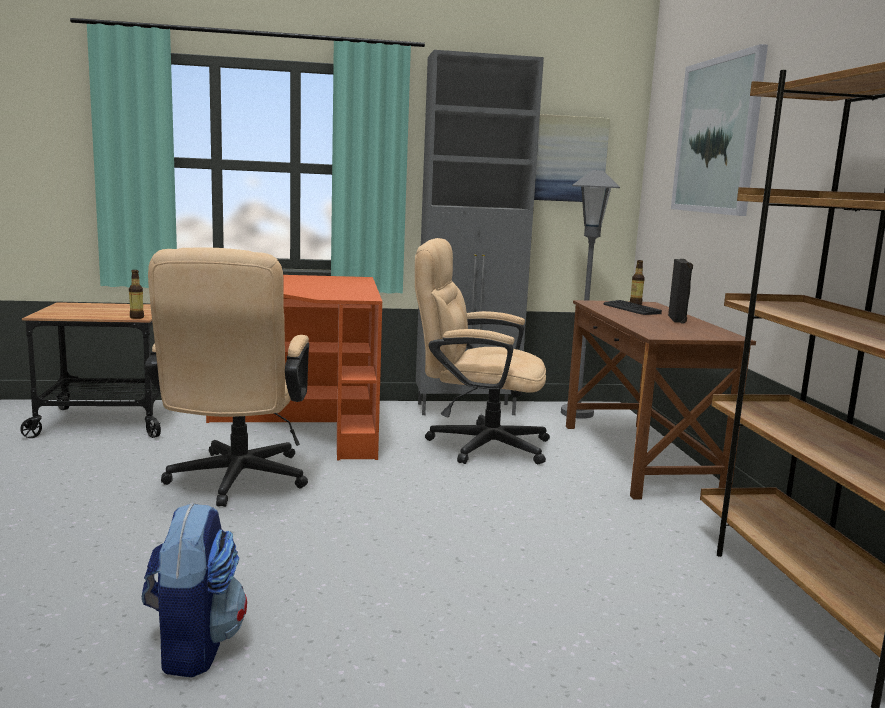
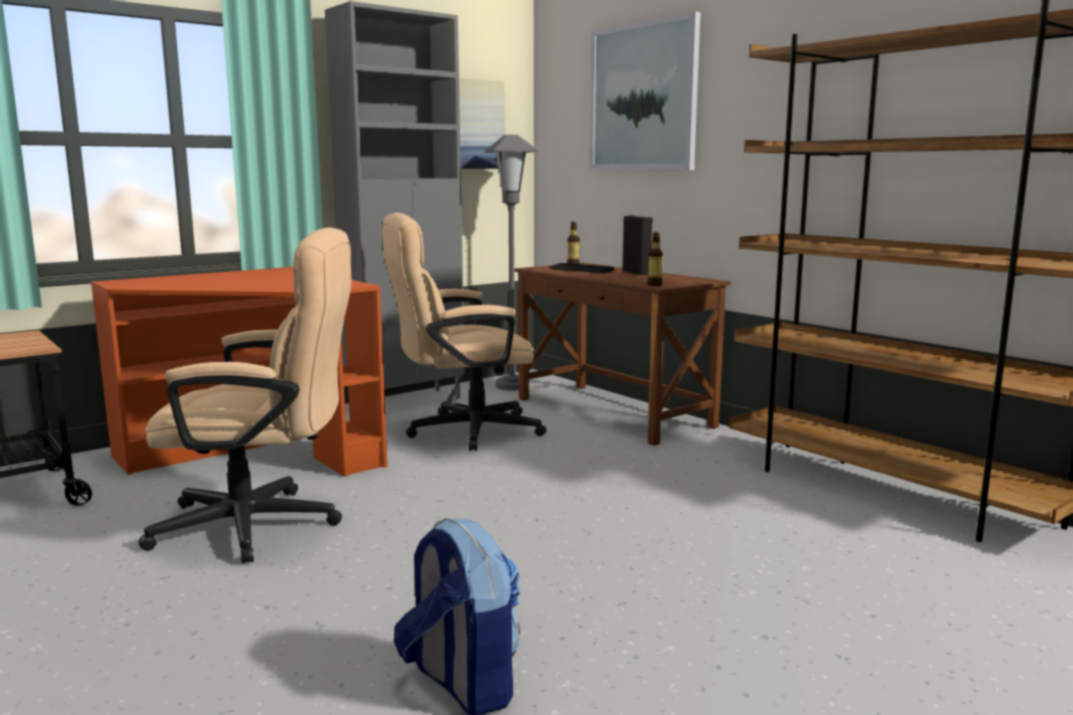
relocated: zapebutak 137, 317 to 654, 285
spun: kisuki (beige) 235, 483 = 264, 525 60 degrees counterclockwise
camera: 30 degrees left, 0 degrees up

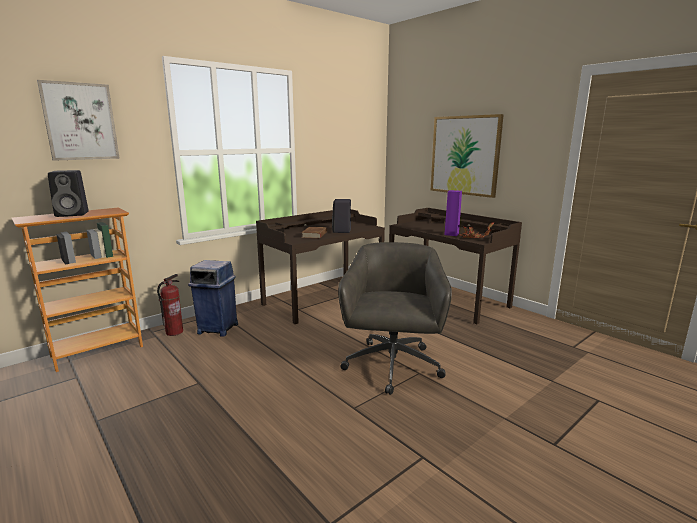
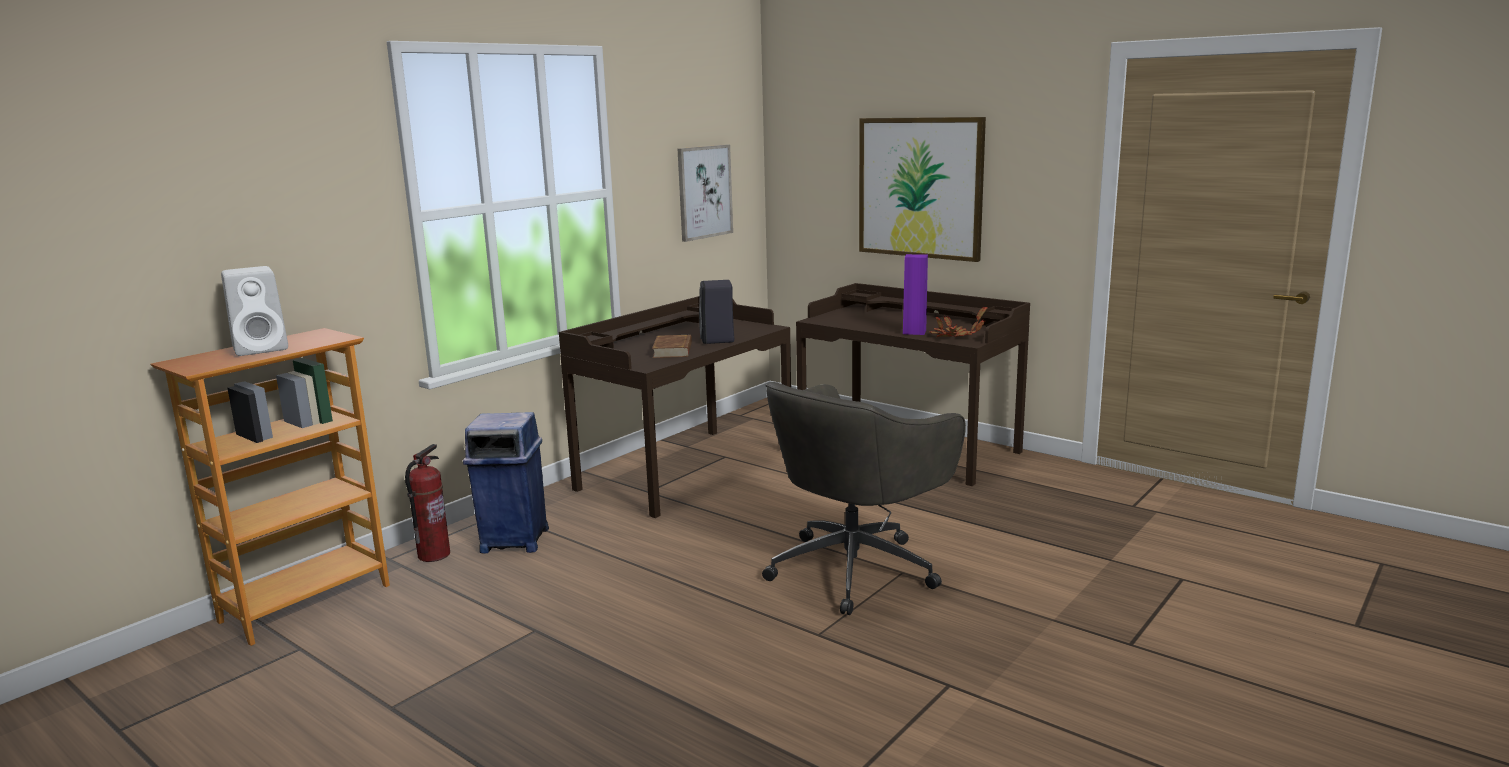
relocated: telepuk 80, 121 to 704, 192
colour: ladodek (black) 73, 214 to ladodek (white) 263, 348
spun: kisuki (grey) 392, 367 = 856, 568 135 degrees counterclockwise
camera: 10 degrees left, 0 degrees up

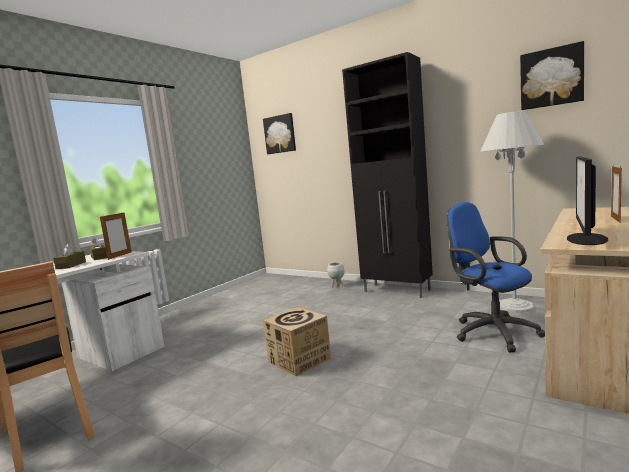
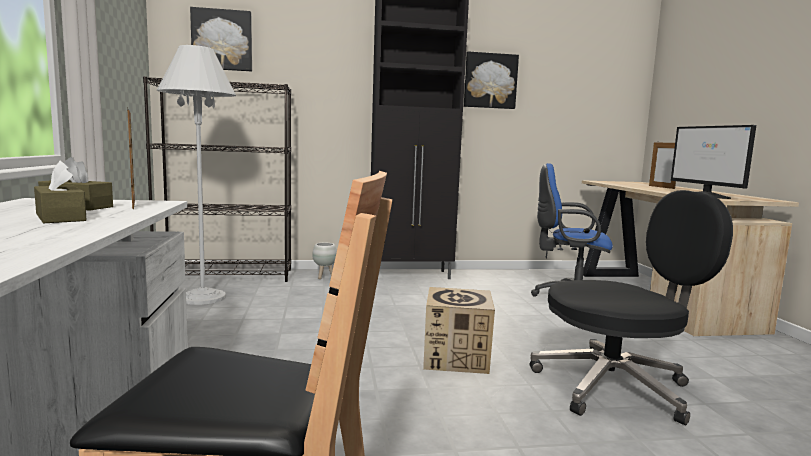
appeared: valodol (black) 227, 275; kisuki (black) 615, 387
relocated: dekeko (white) 514, 306 to 203, 298; telepuk 551, 77 to 490, 81
camera: 45 degrees left, 0 degrees up

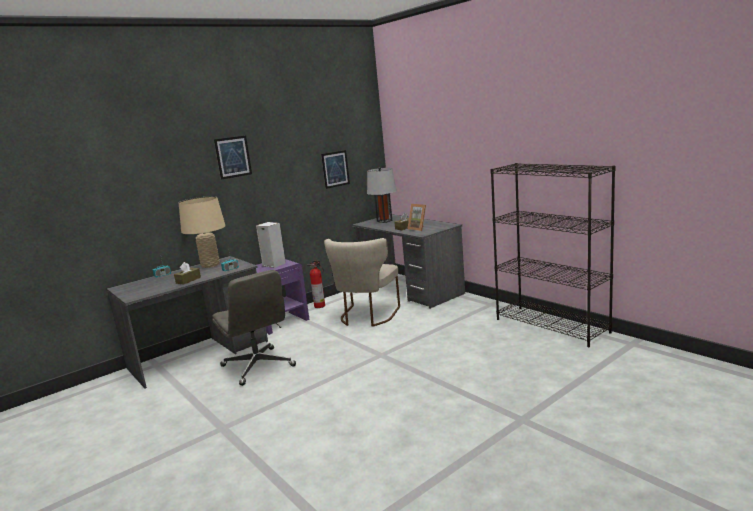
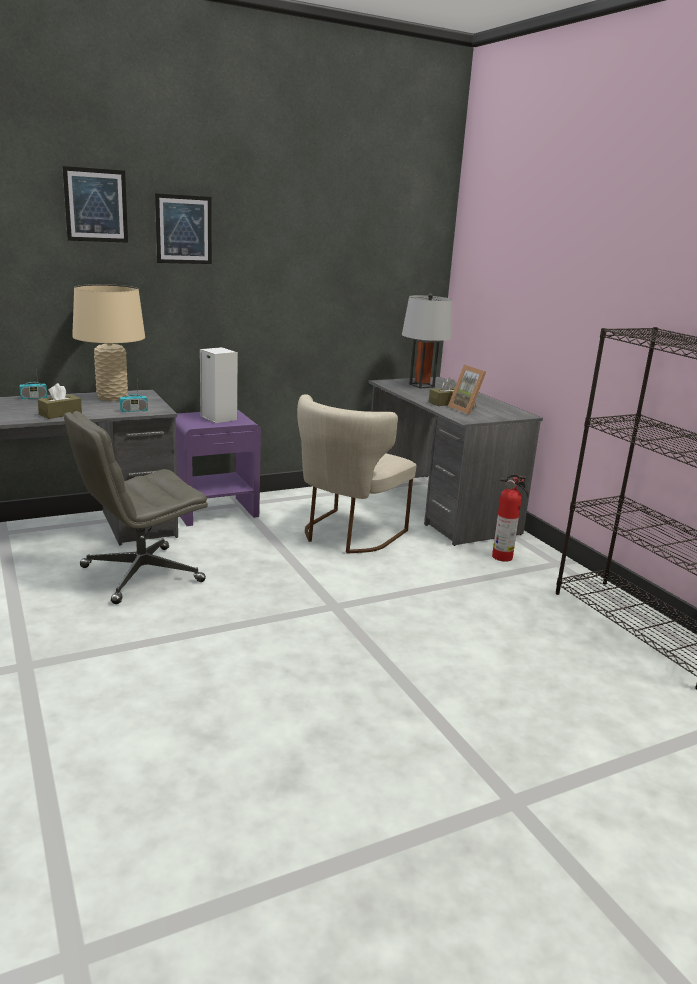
relocated: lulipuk 320, 306 to 503, 557; telepuk 335, 169 to 96, 205
spun: kisuki (grey) 258, 366 = 140, 575 75 degrees clockwise
camera: 10 degrees right, 5 degrees up

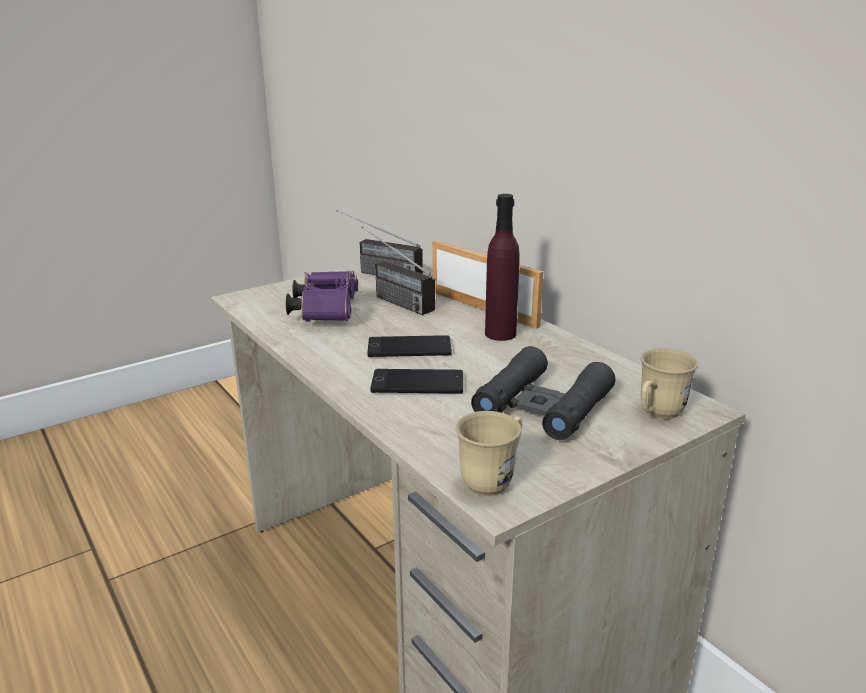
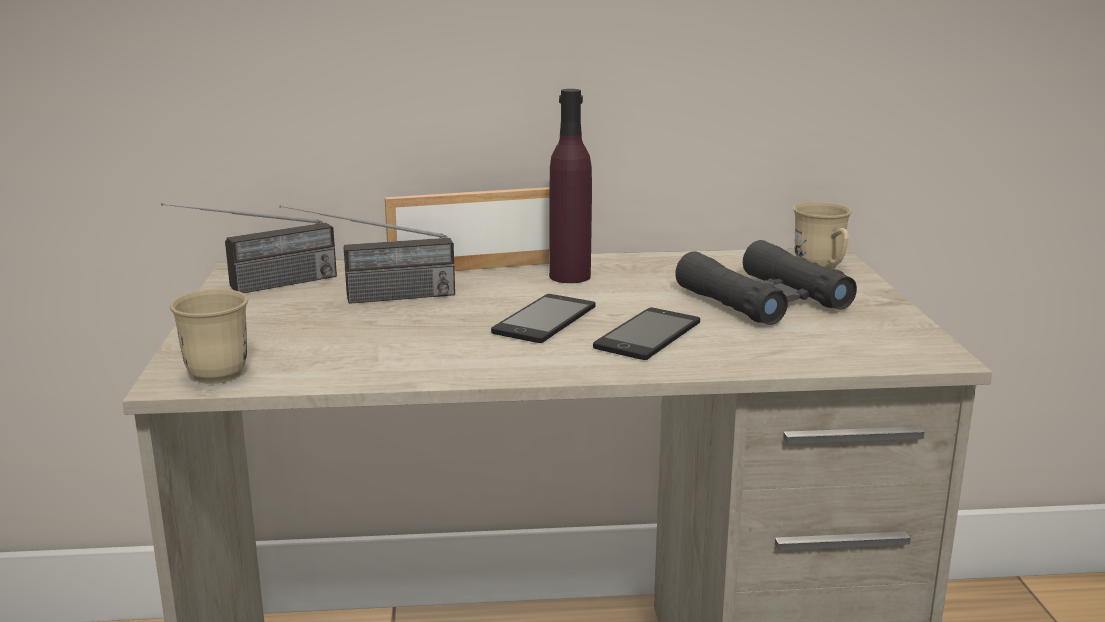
missing: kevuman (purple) 326, 312
relocated: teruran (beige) 493, 479 to 217, 369
camera: 60 degrees left, 5 degrees down

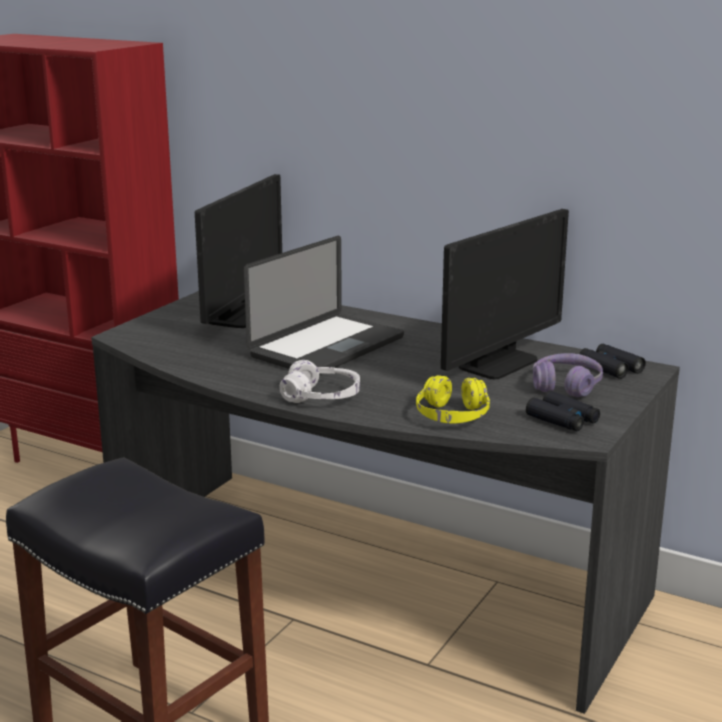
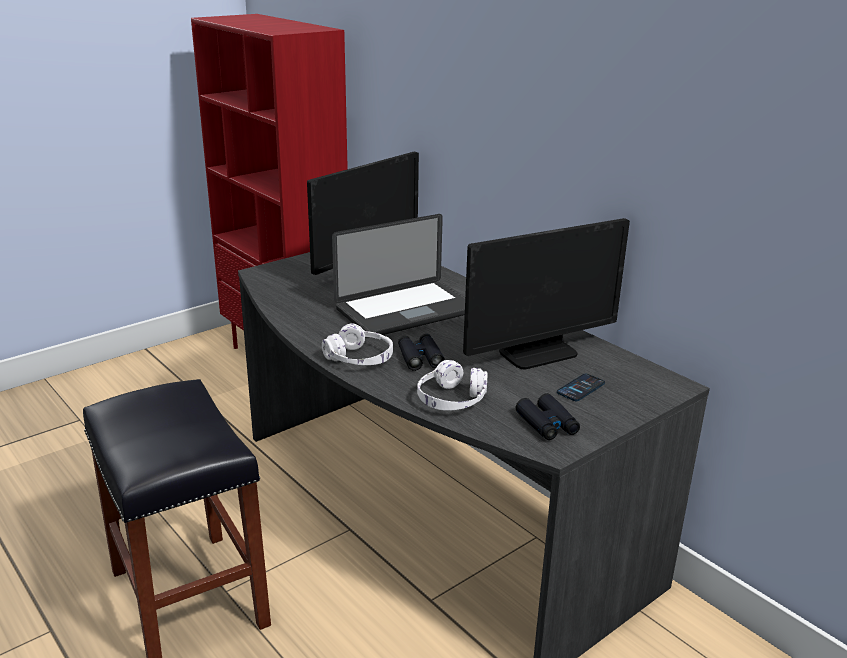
relocated: kevuman (black) 610, 368 to 420, 357
exchanged: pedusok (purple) 566, 386 to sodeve 580, 388
colour: pedusok (yellow) 452, 416 to pedusok (white) 451, 400
camera: 20 degrees right, 5 degrees up

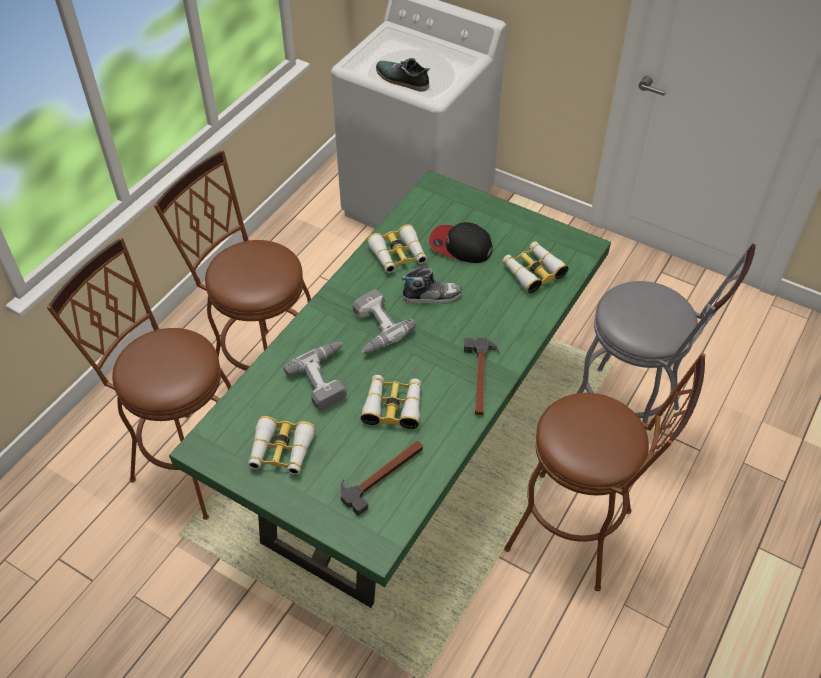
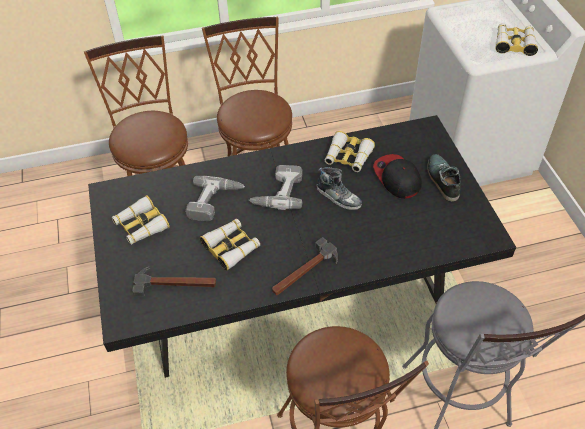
relocated: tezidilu 402, 79 to 442, 180; kevuman 533, 271 to 514, 44
colour: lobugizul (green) 410, 444 to lobugizul (black) 293, 301
camera: 45 degrees right, 0 degrees up

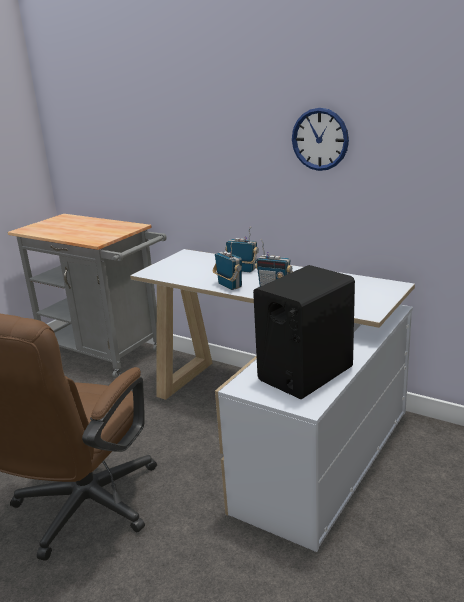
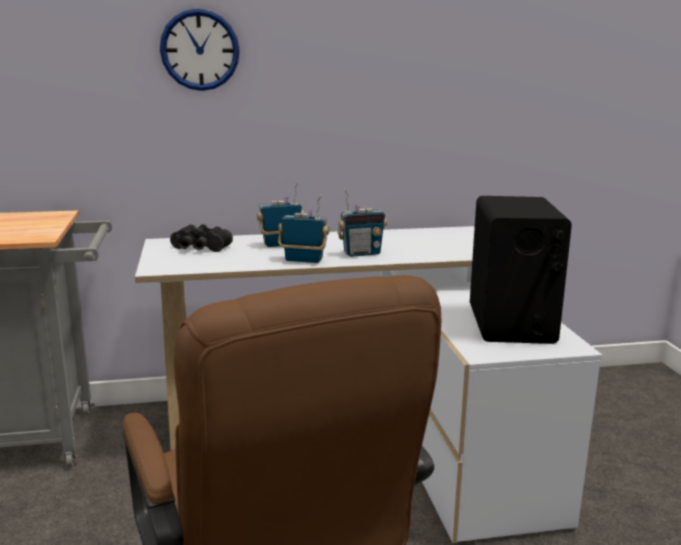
appeared: kevuman (black) 199, 248
relocated: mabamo 320, 139 to 200, 50
camera: 45 degrees left, 5 degrees down

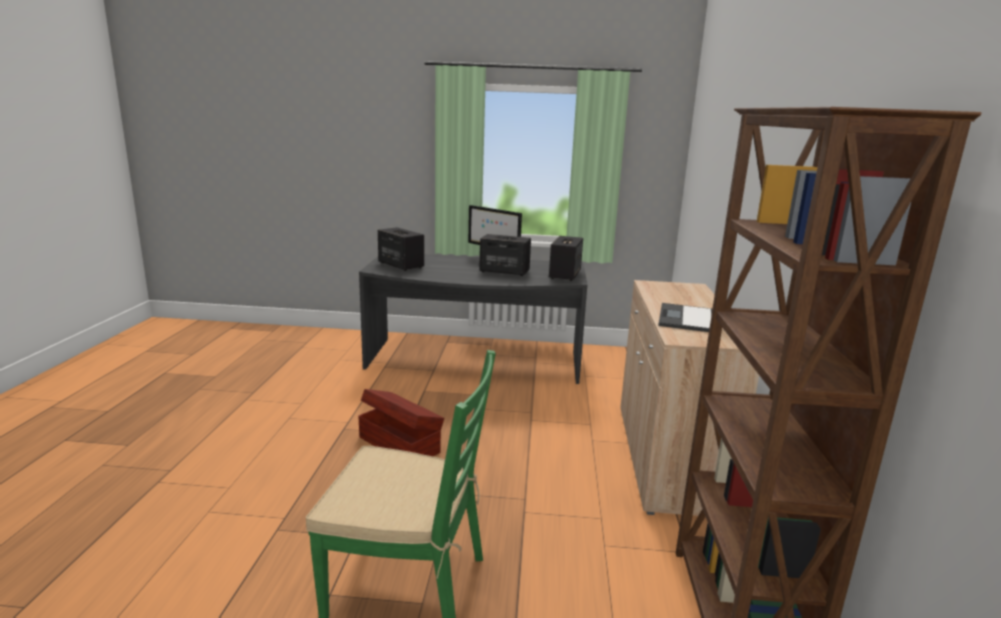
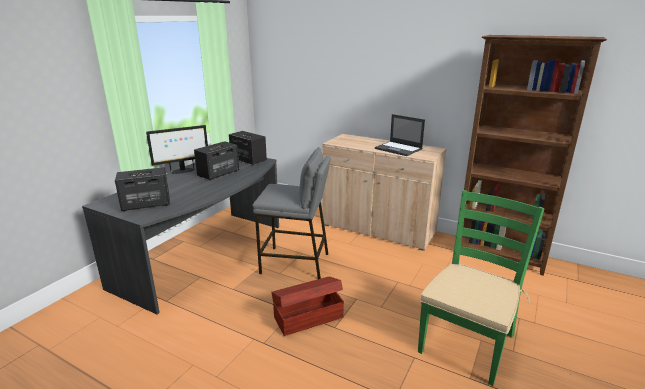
appeared: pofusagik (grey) 295, 263
camera: 65 degrees left, 5 degrees up

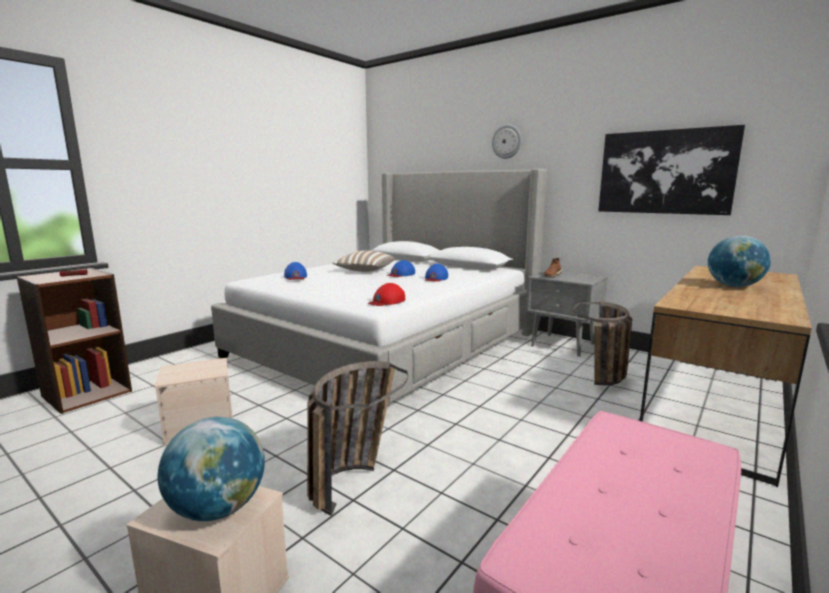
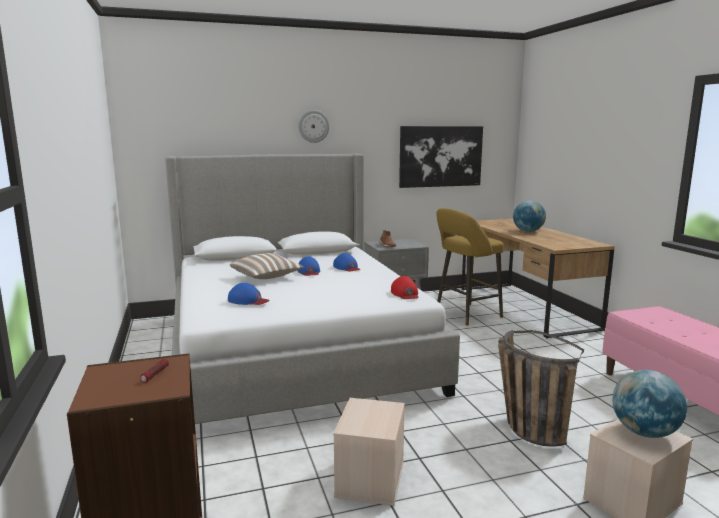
exchanged: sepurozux 603, 381 to pofusagik (yellow) 465, 315
camera: 55 degrees left, 0 degrees up

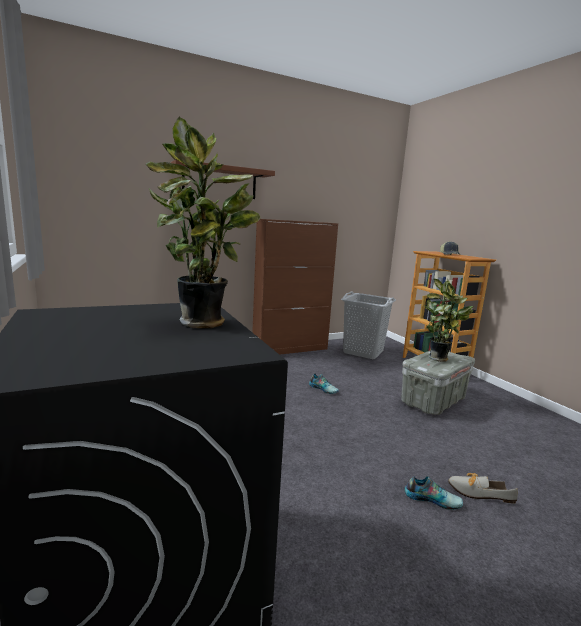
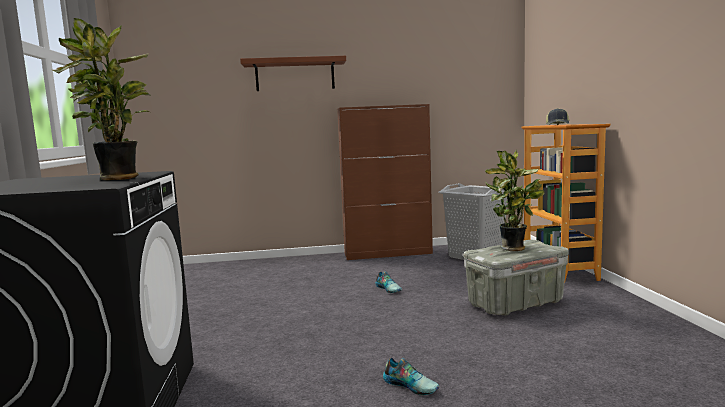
missing: tezidilu 475, 492
camera: 20 degrees right, 5 degrees down

